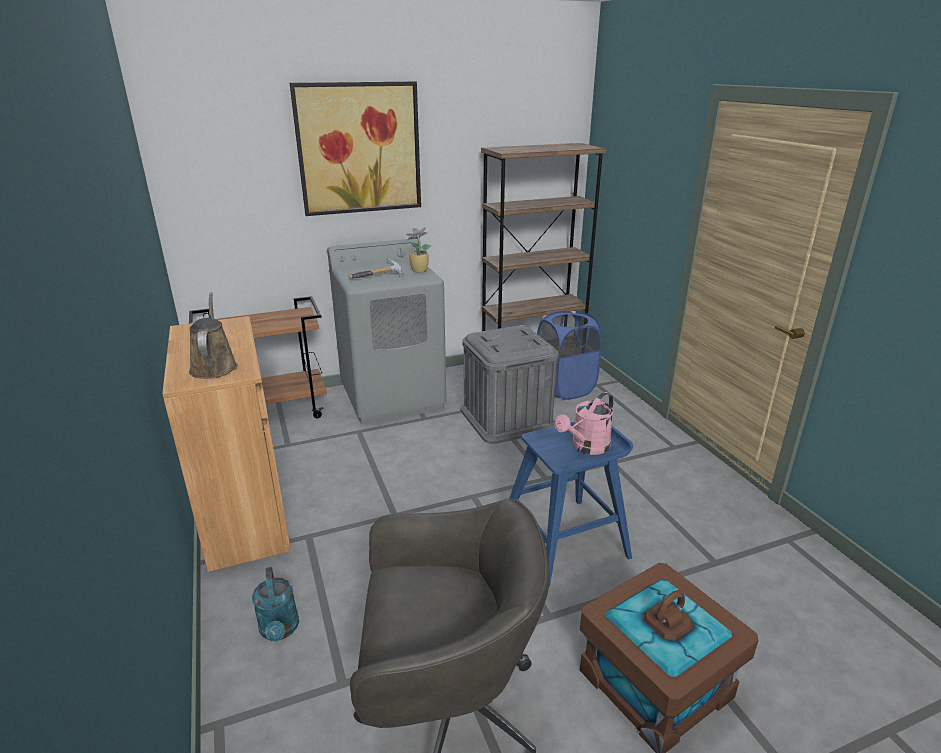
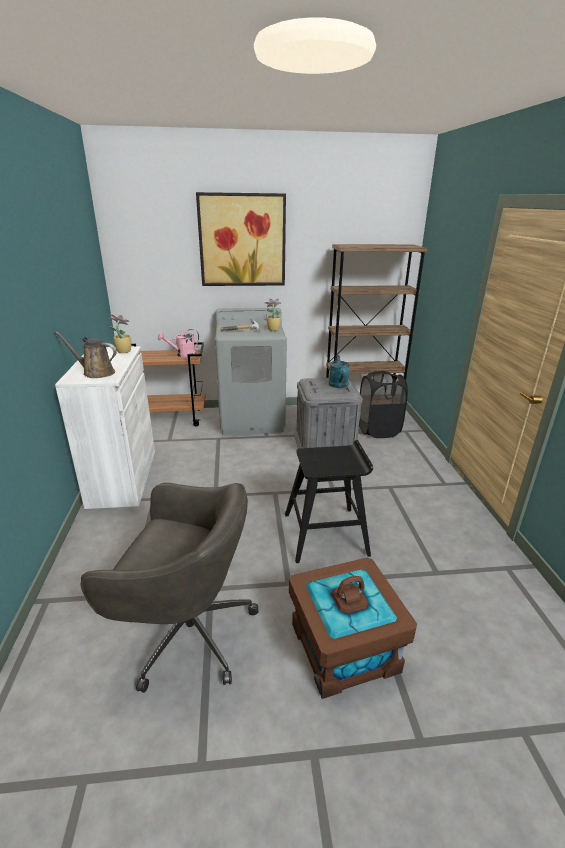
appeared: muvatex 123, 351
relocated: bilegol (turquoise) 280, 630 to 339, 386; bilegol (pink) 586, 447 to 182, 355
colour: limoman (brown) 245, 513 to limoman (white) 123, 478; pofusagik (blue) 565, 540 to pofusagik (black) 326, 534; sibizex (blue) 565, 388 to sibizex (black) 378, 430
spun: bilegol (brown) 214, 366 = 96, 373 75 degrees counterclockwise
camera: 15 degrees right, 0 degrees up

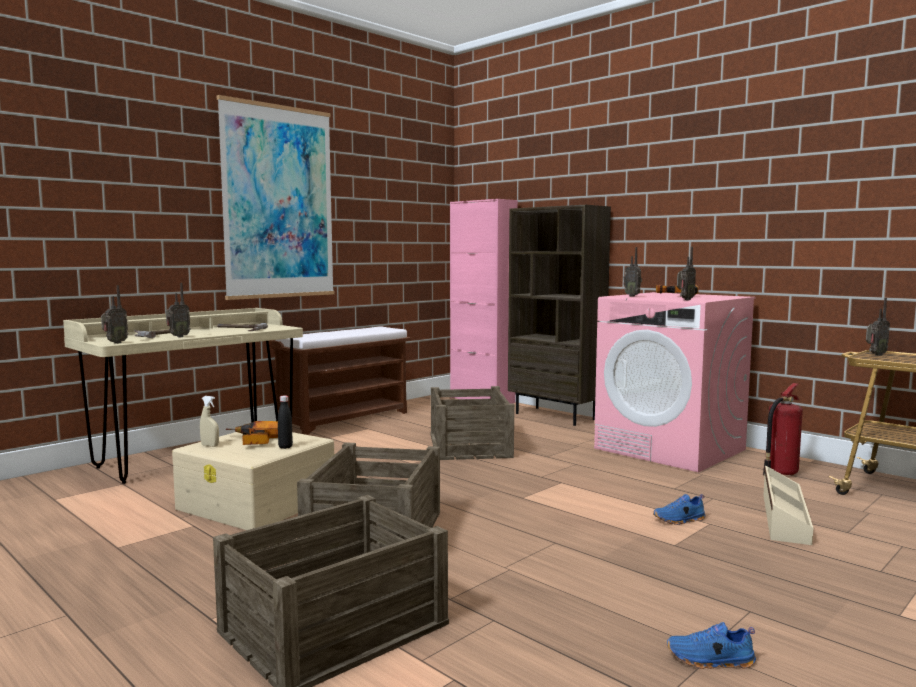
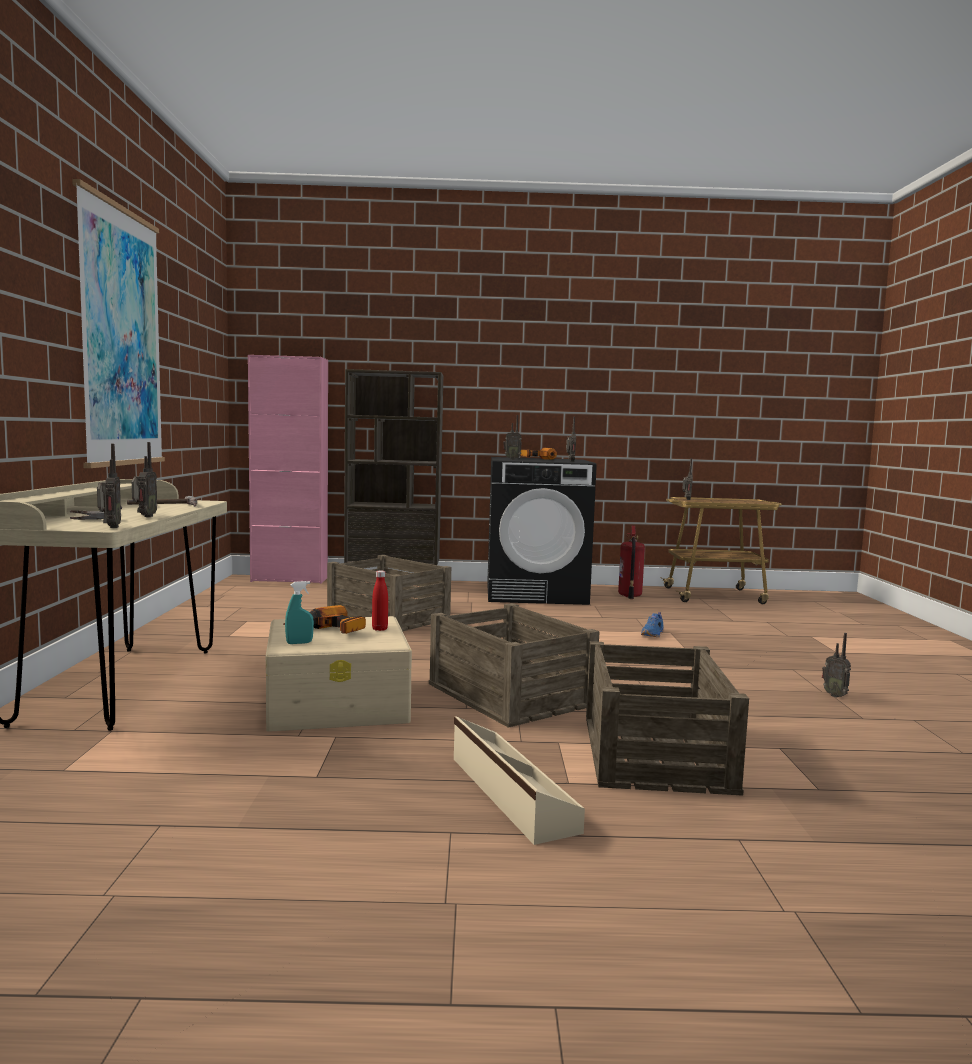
missing: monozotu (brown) 345, 419
relocated: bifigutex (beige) 783, 517 to 509, 793
exchanged: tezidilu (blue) 710, 661 to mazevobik 835, 695
colour: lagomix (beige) 210, 445 to lagomix (turquoise) 299, 643; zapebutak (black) 285, 447 to zapebutak (red) 379, 629; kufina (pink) 670, 449 to kufina (black) 536, 593
camera: 45 degrees left, 0 degrees up

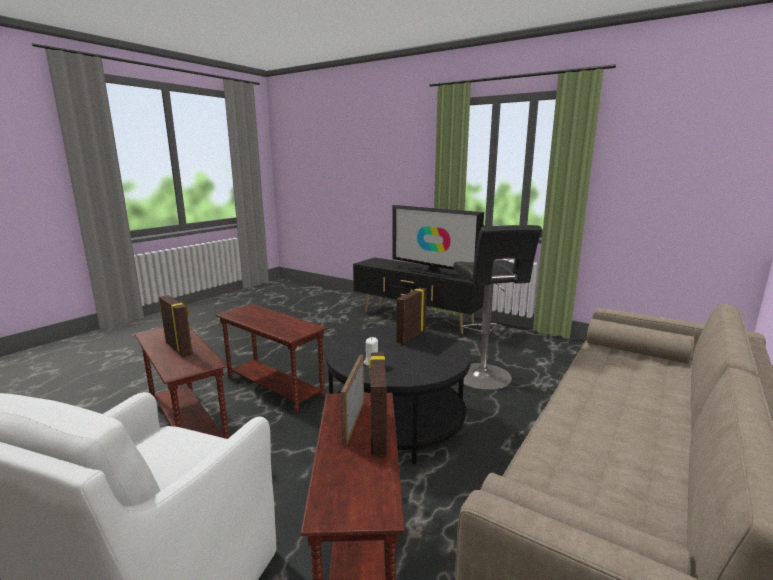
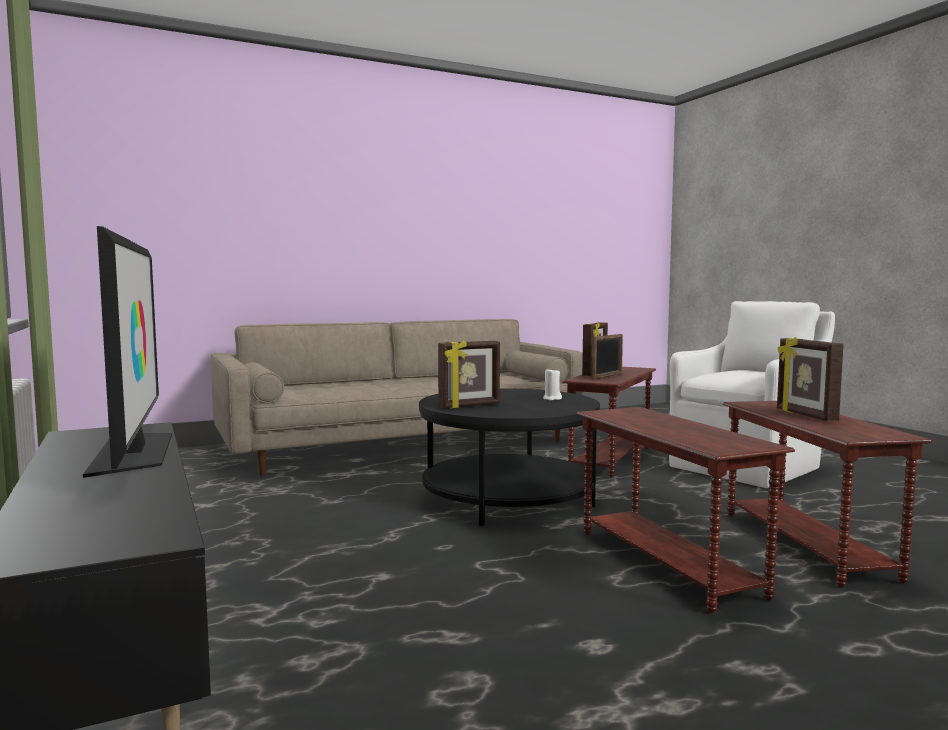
missing: pofusagik (black) 484, 378
camera: 150 degrees left, 10 degrees down

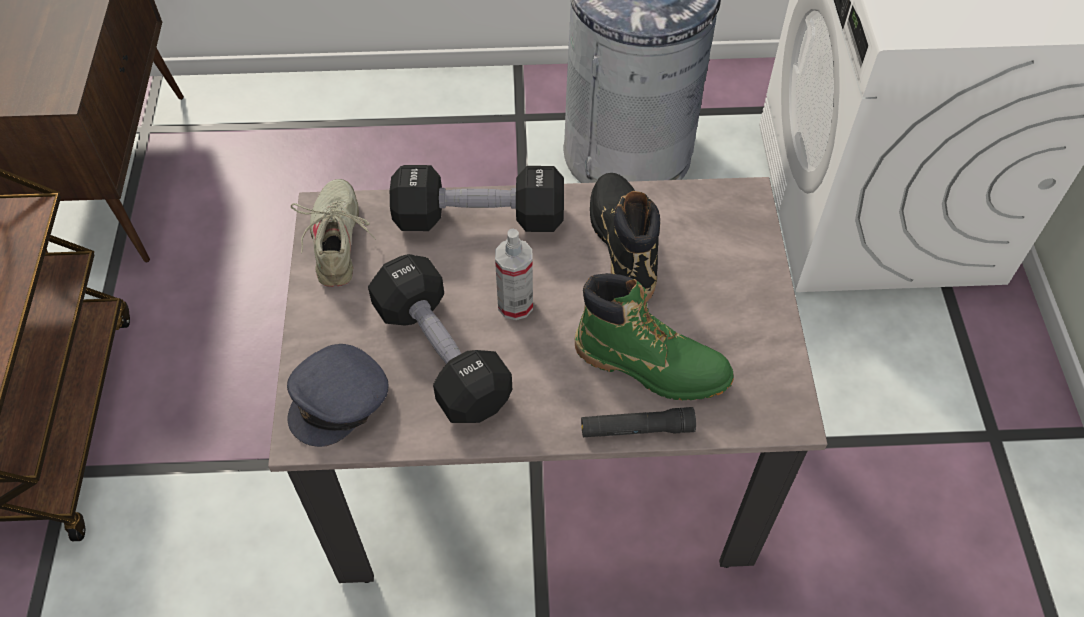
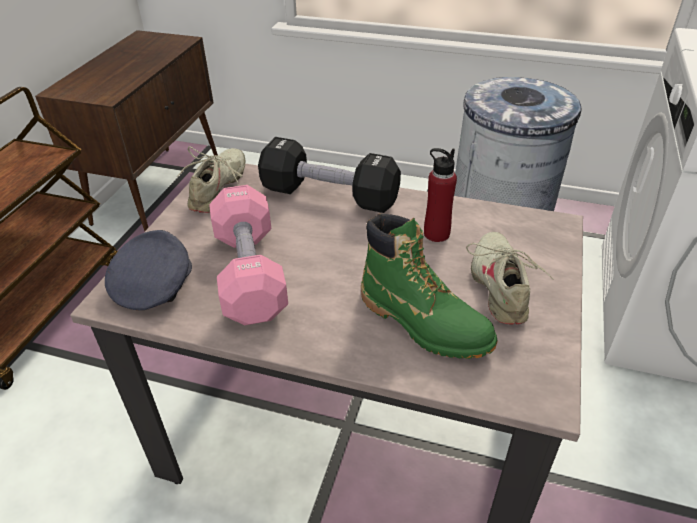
missing: lagomix 515, 305; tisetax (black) 636, 429
appeared: tezidilu (beige) 500, 286
exchanged: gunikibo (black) 623, 244 to zapebutak (red) 436, 234
colour: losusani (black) 441, 355 to losusani (pink) 249, 273
spun: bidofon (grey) 340, 401 = 153, 284 135 degrees clockwise
camera: 20 degrees right, 15 degrees down

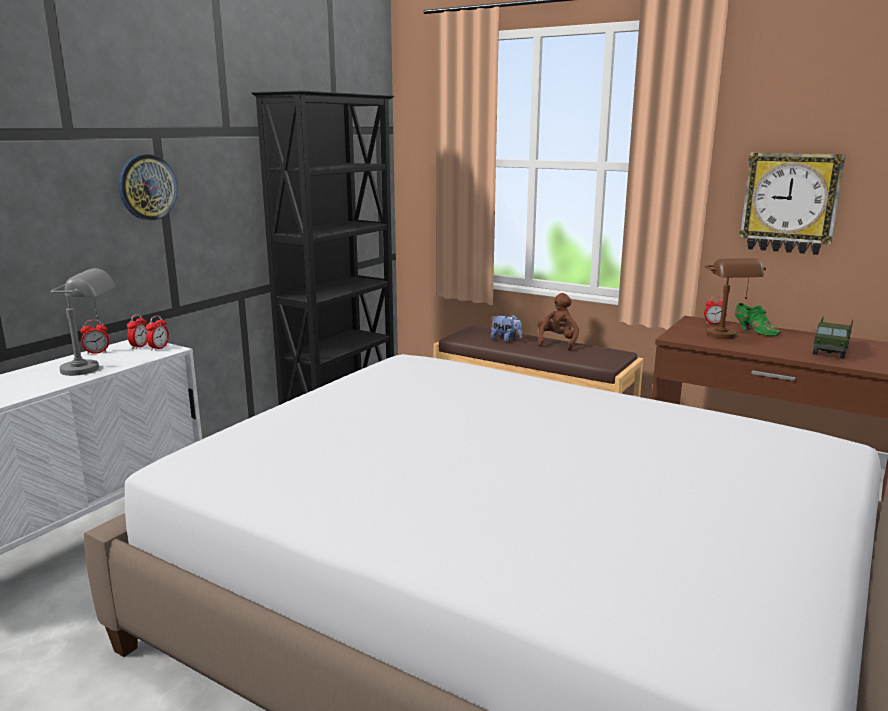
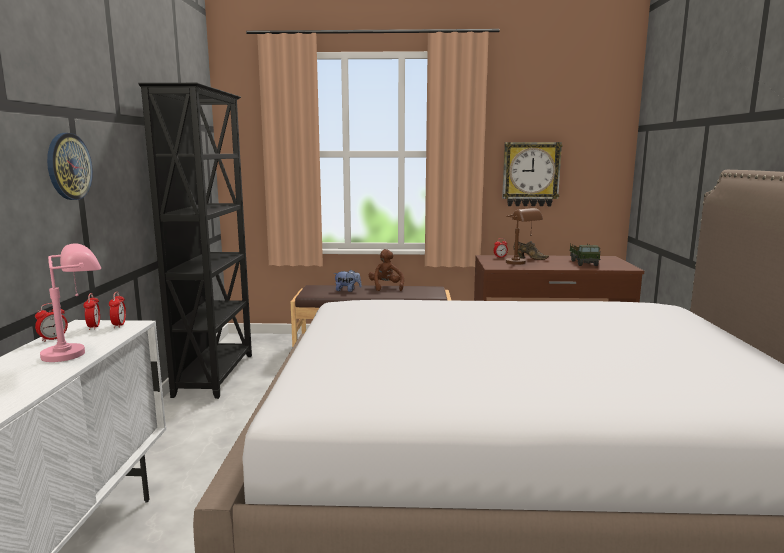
colour: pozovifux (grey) 93, 369 to pozovifux (pink) 79, 352; tezidilu (green) 754, 331 to tezidilu (brown) 529, 258
camera: 30 degrees left, 5 degrees down

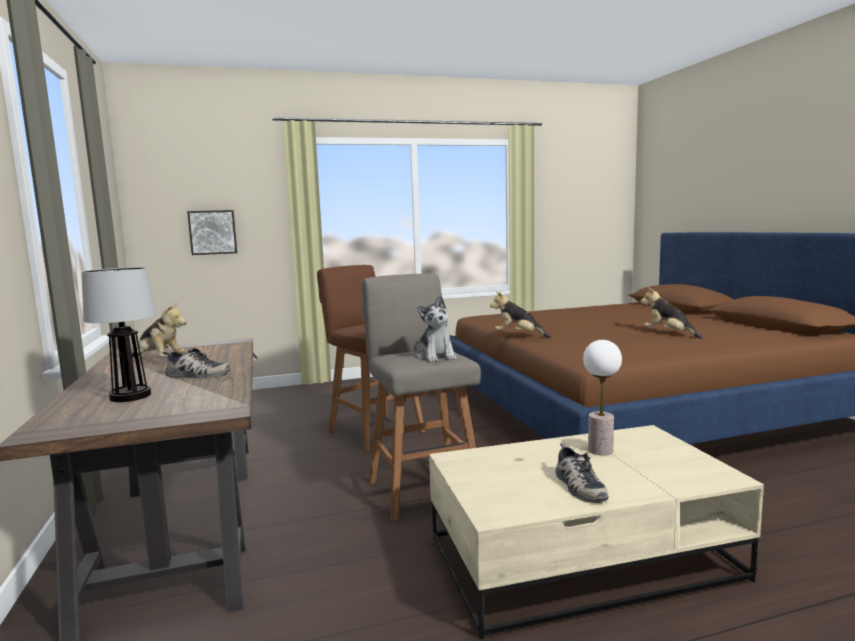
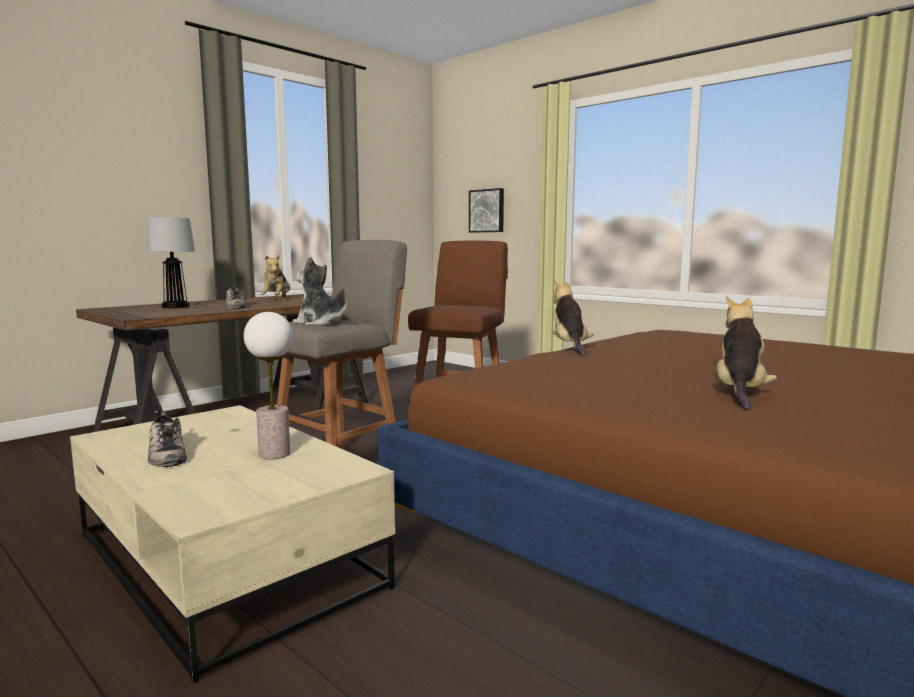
spun: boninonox 436, 356 = 319, 323 75 degrees clockwise; tezidilu 577, 486 = 165, 454 75 degrees counterclockwise
camera: 60 degrees right, 0 degrees up

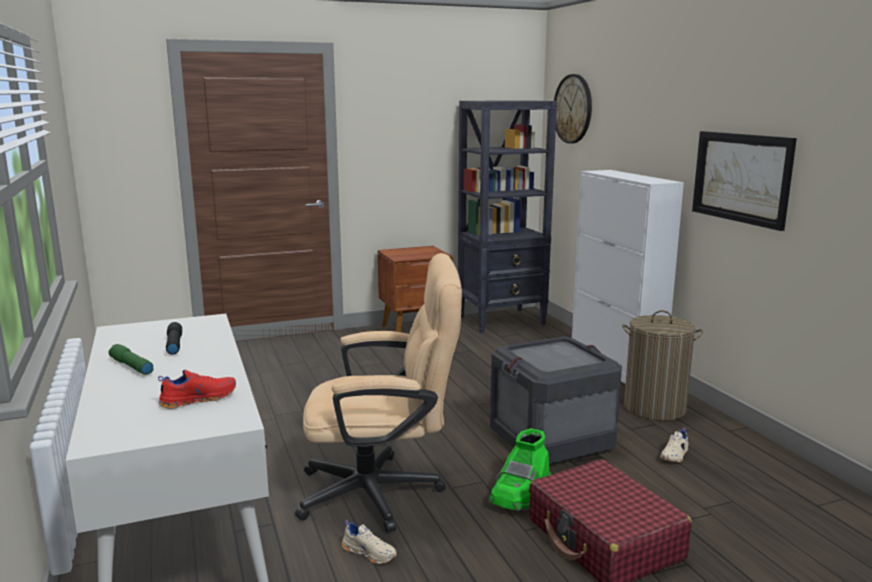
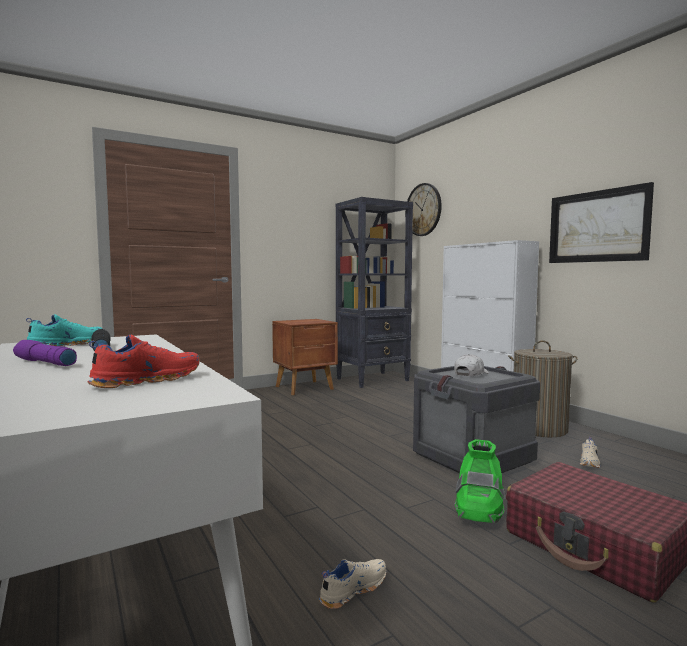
missing: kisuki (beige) 383, 492
appeared: tezidilu (turquoise) 66, 345; bidofon (white) 470, 374
colour: tisetax (green) 131, 366 to tisetax (purple) 44, 363
spun: tezidilu (beige) 370, 552 = 352, 589 60 degrees counterclockwise
camera: 10 degrees left, 10 degrees down

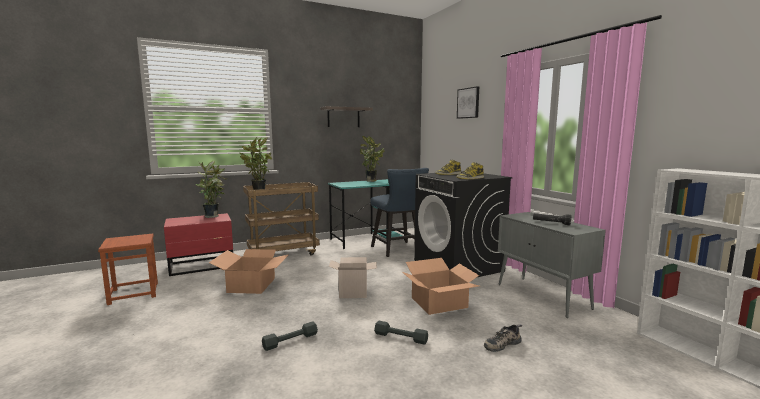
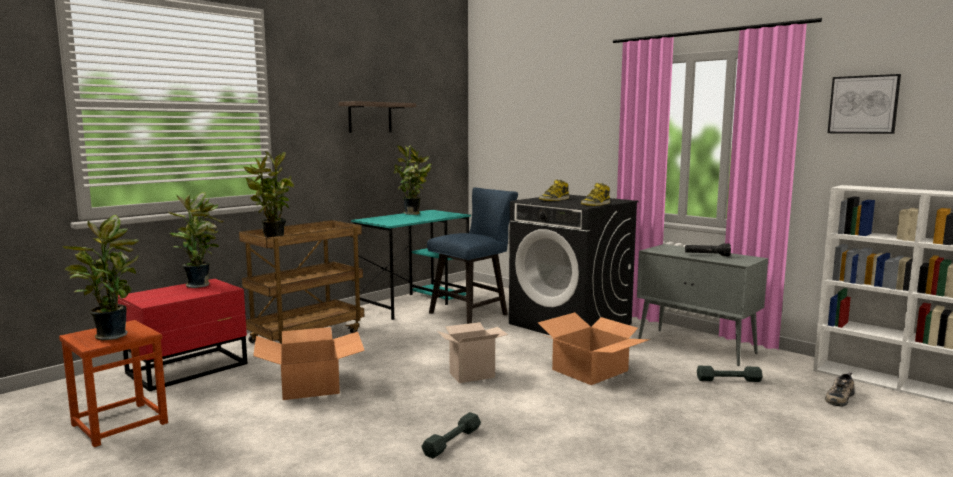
appeared: muvatex 110, 335
relocated: losusani (grey) 401, 337 to 728, 380; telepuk 468, 103 to 863, 104; tezidilu 502, 343 to 839, 397
spun: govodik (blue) 398, 250 = 473, 313 90 degrees counterclockwise
camera: 20 degrees left, 0 degrees up

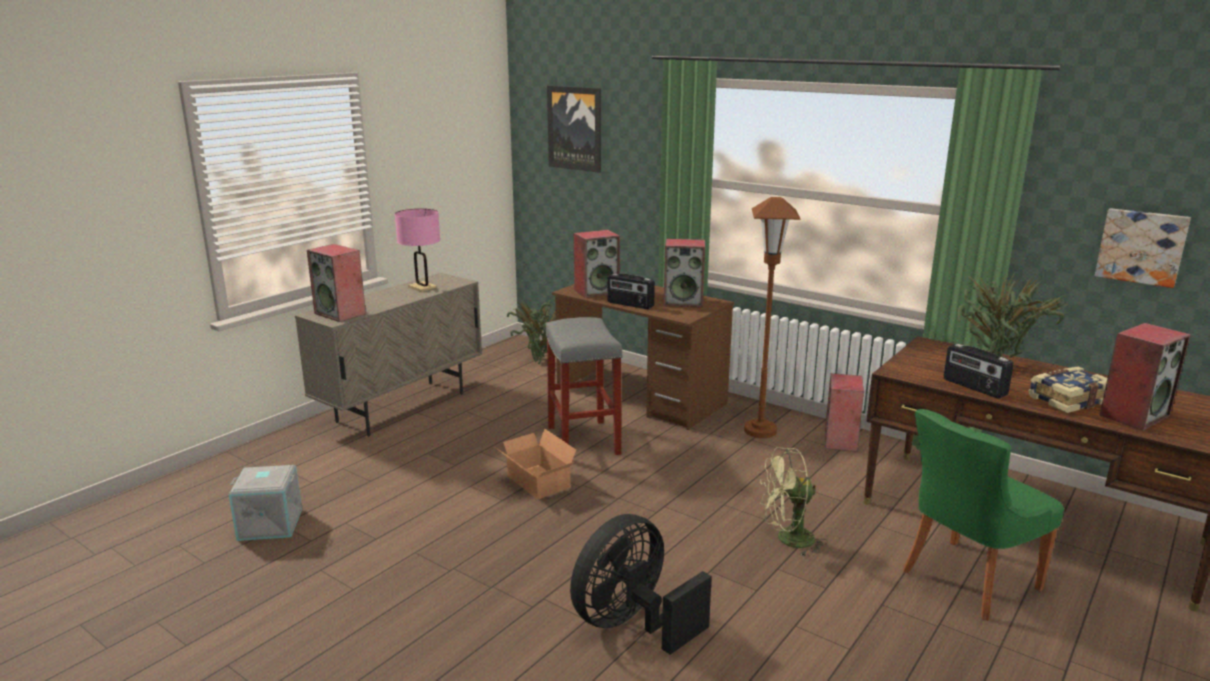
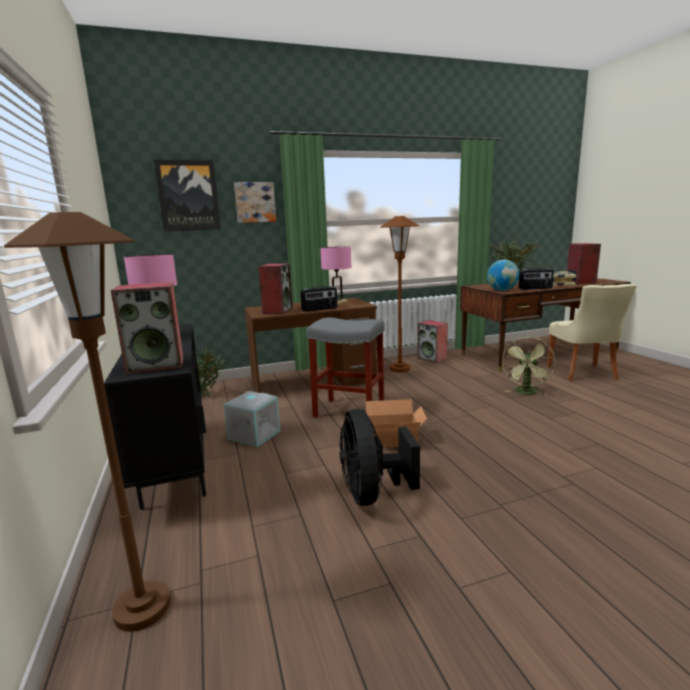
appeared: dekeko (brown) 142, 608; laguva 502, 290
relocated: bifigutex (grey) 271, 524 to 253, 434; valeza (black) 632, 624 to 372, 493; telepuk 1141, 246 to 255, 202
exchanged: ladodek 684, 302 to pozovifux (pink) 337, 302
colour: limoman (beige) 402, 407 to limoman (black) 176, 465; govodik (green) 966, 581 to govodik (beige) 583, 373
camera: 55 degrees left, 5 degrees down

